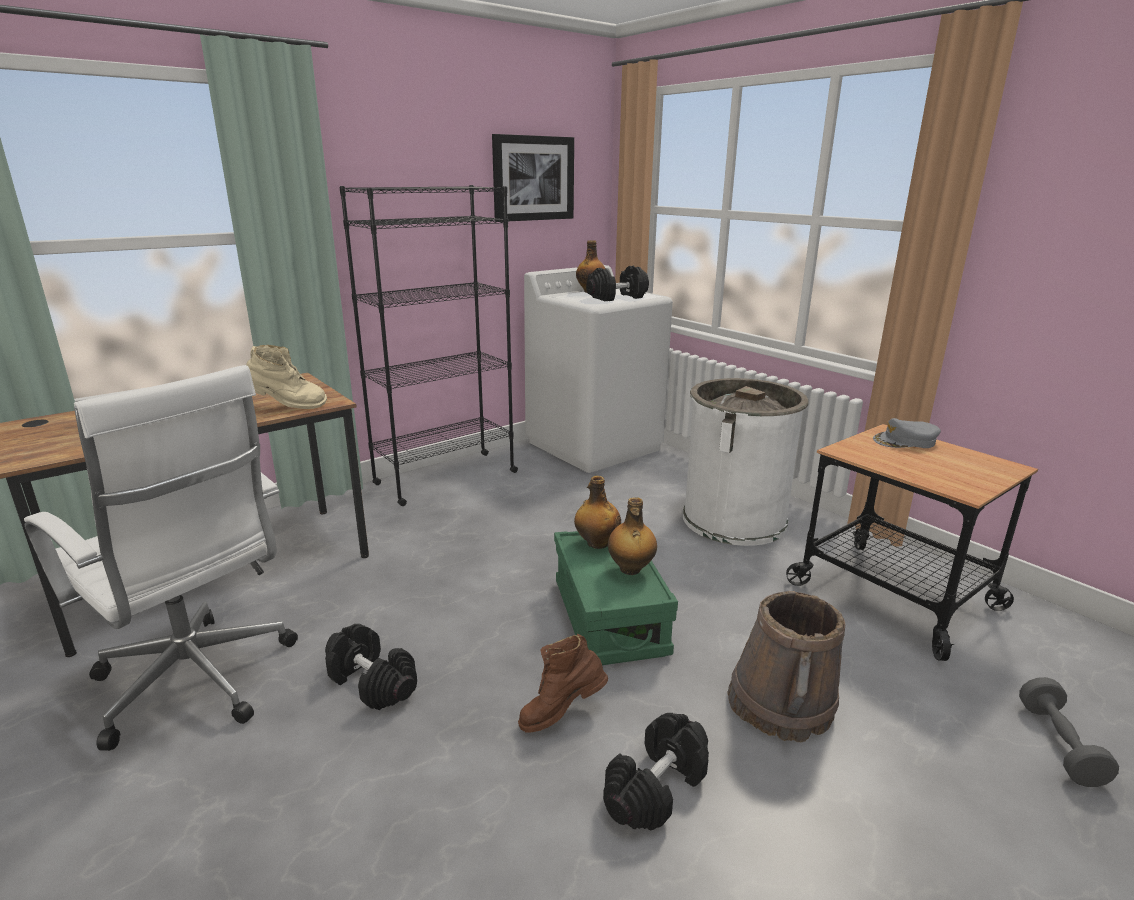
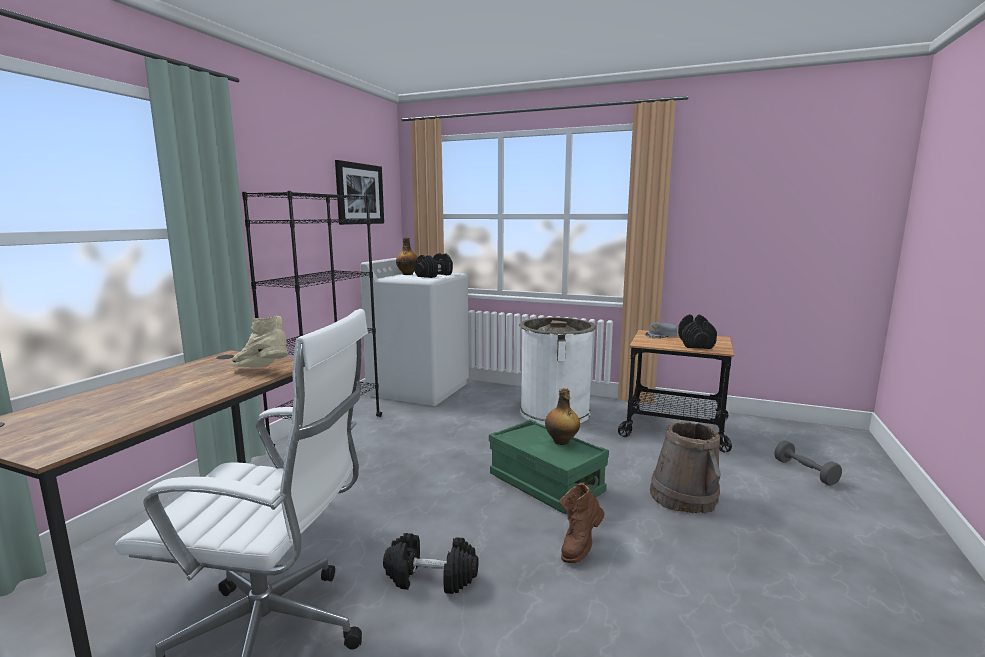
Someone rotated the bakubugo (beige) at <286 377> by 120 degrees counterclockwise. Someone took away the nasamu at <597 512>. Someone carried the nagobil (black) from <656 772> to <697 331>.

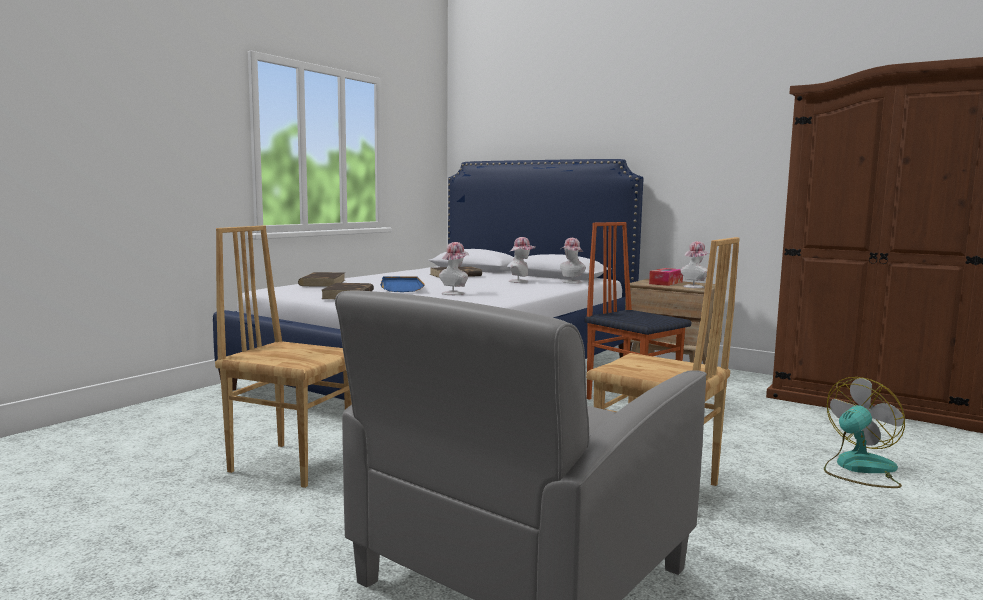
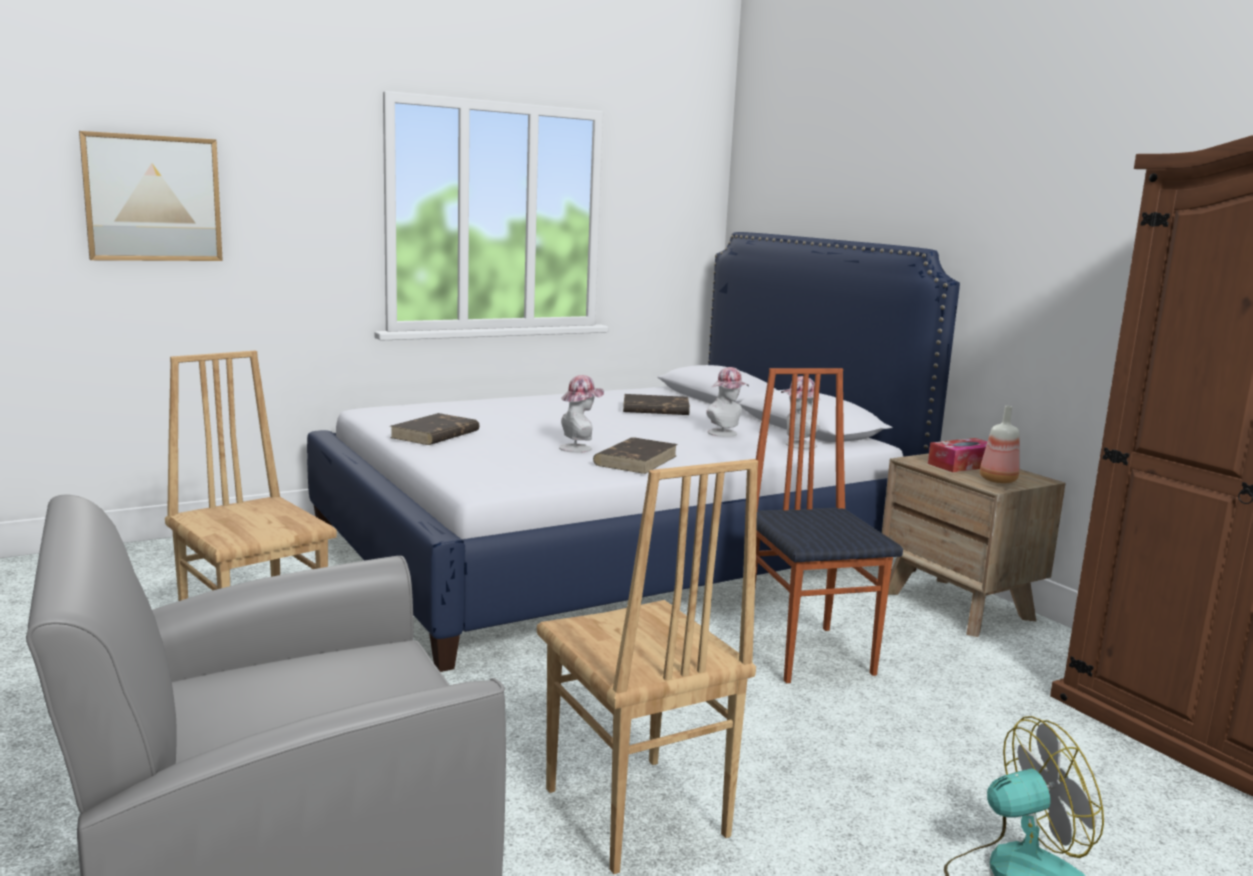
Someone swapped the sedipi at <694 264> for the nasamu at <999 444>. Someone carried the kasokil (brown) from <321 279> to <635 455>. Someone took away the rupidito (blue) at <402 284>. Someone put up the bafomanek at <151 196>.

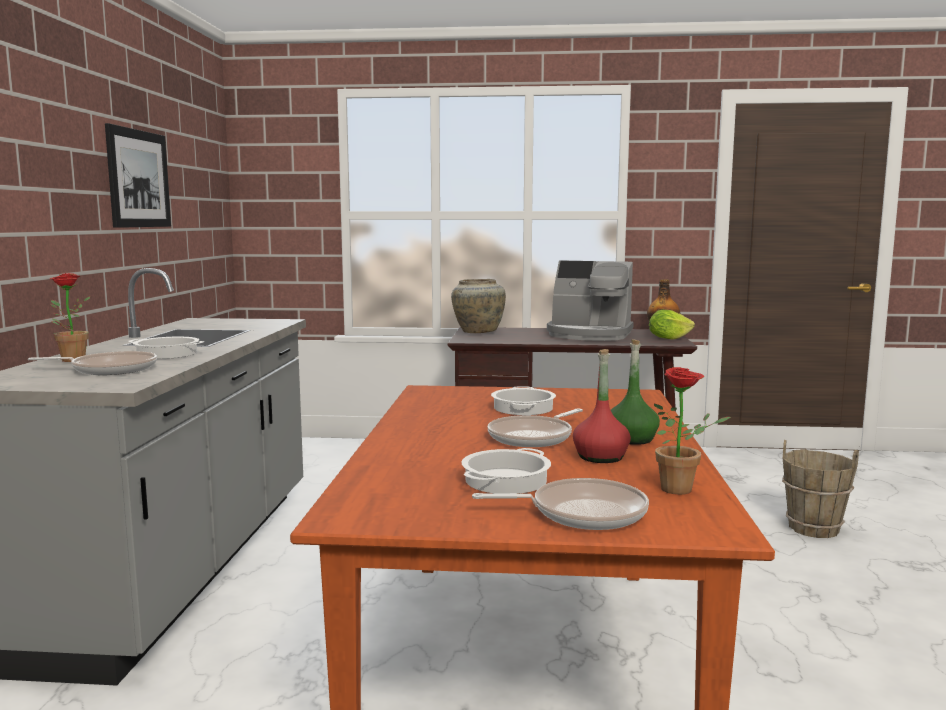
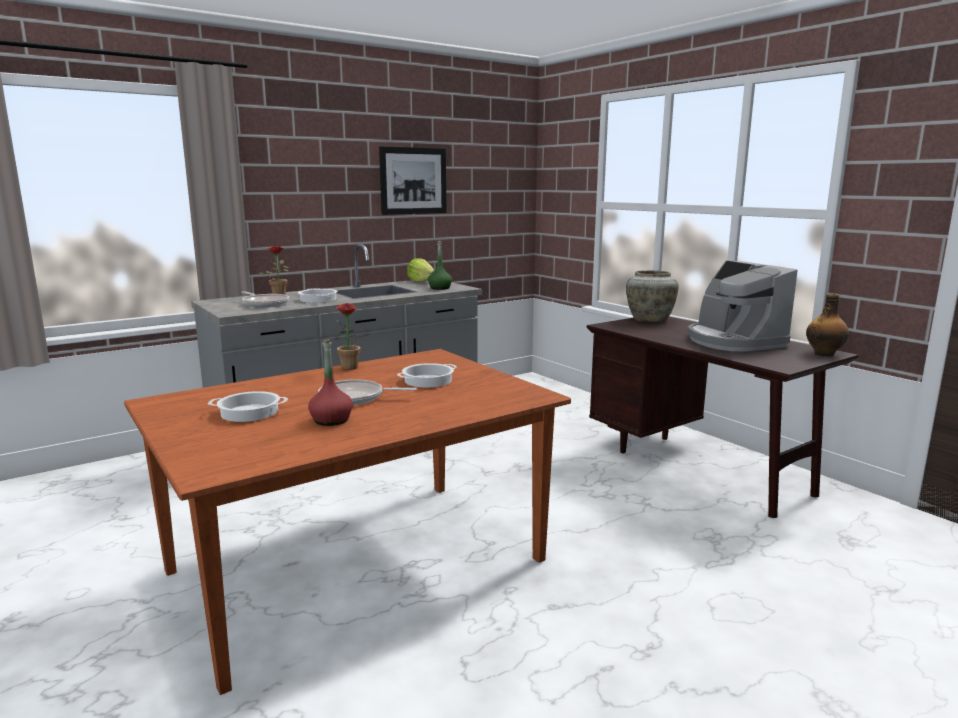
Someone carried the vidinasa from <672 325> to <421 270>. Someone carried the nasamu (green) from <635 392> to <440 265>. Someone carried the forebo from <692 431> to <352 336>. Someone took away the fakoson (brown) at <820 489>. Someone took away the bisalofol at <560 504>.

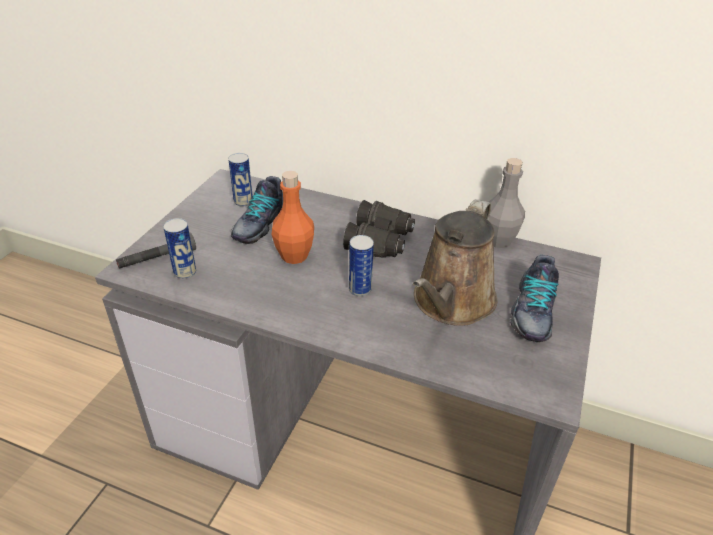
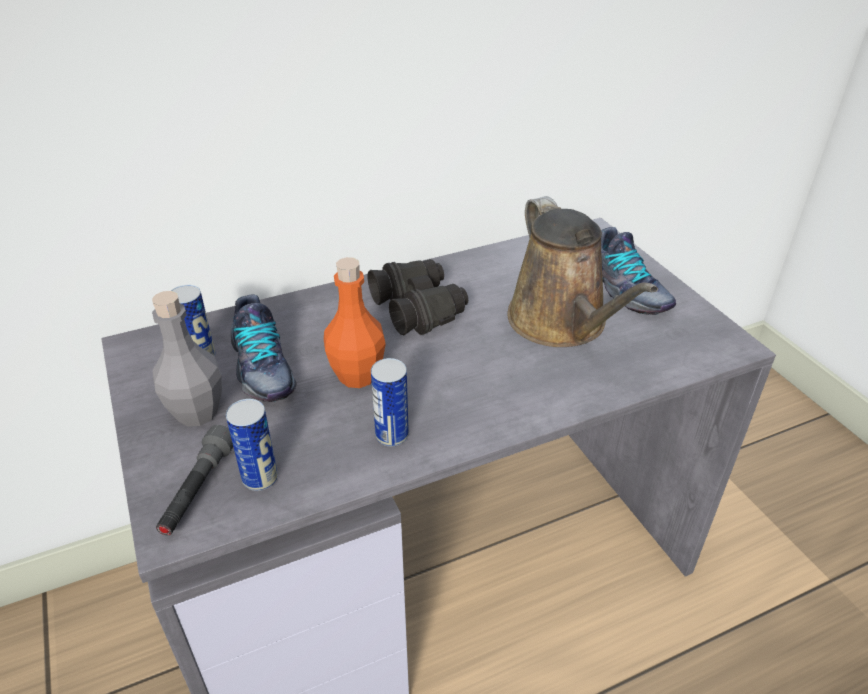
Someone carried the nasamu (grey) from <506 203> to <187 359>. Someone carried the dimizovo from <361 266> to <390 402>.

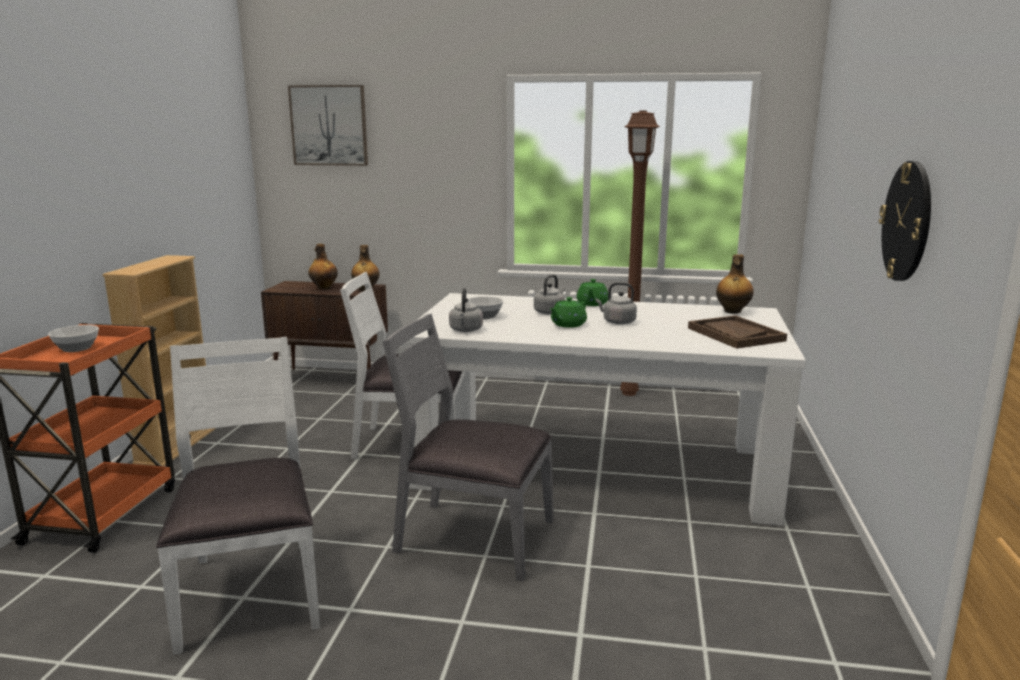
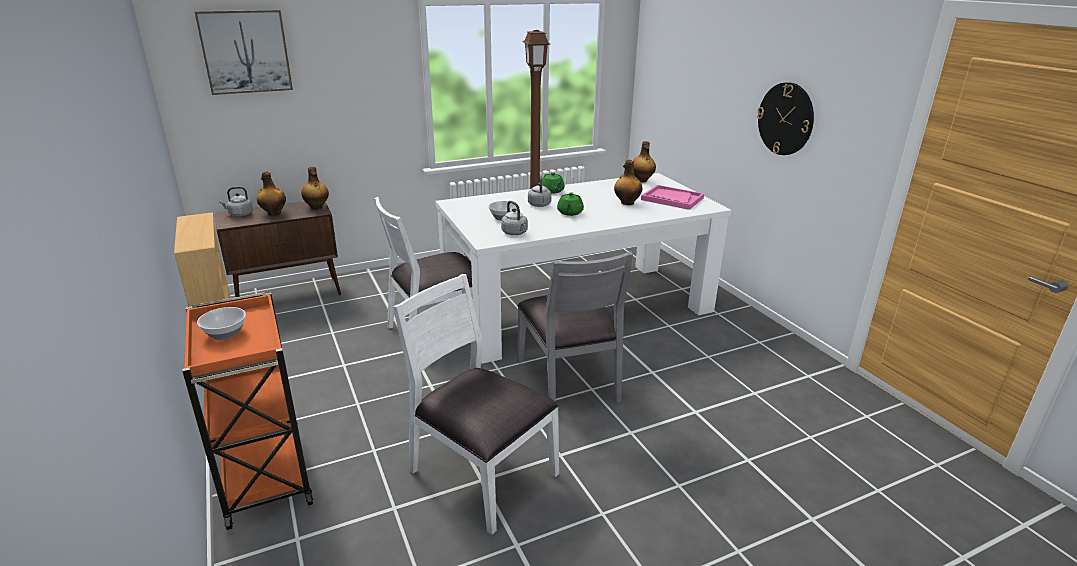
Someone carried the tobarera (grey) from <616 303> to <236 201>. Someone rotated the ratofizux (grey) at <468 447> by 90 degrees counterclockwise. Someone repainted the rupidito (brown) at <737 332>, which became the rupidito (pink) at <672 197>. Someone put down the nasamu at <628 182>.

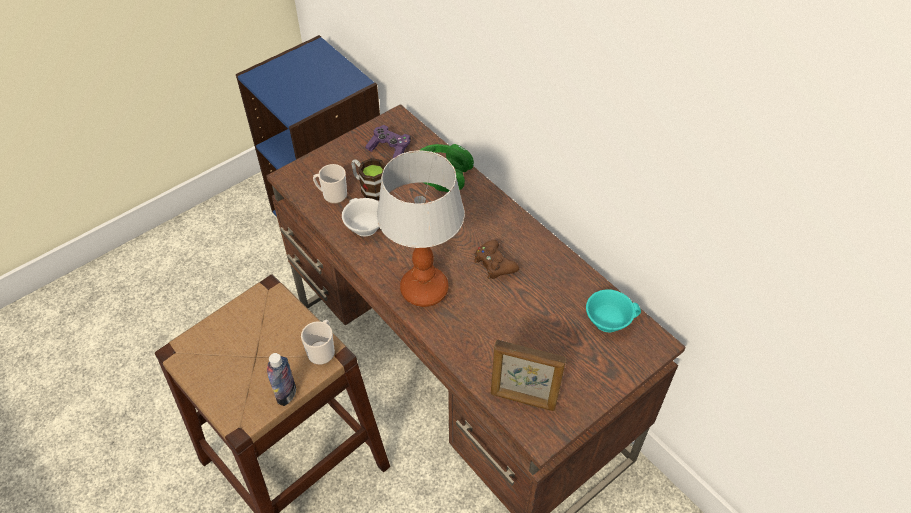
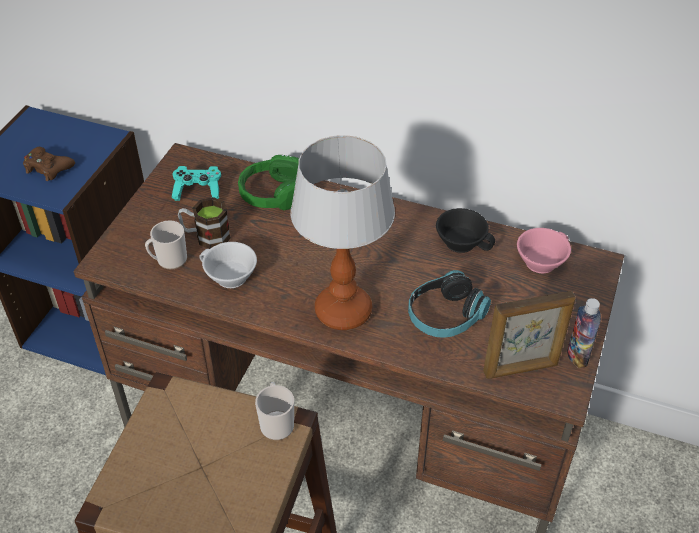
Someone repainted the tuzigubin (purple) at <388 142>, which became the tuzigubin (turquoise) at <196 183>. Someone carried the tuzigubin (brown) from <496 259> to <49 164>. Someone repainted the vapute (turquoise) at <613 310>, which became the vapute (pink) at <544 250>. Someone carried the nasamu from <281 379> to <584 333>. Someone put down the vapute (black) at <465 230>. Someone put down the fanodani at <449 304>.

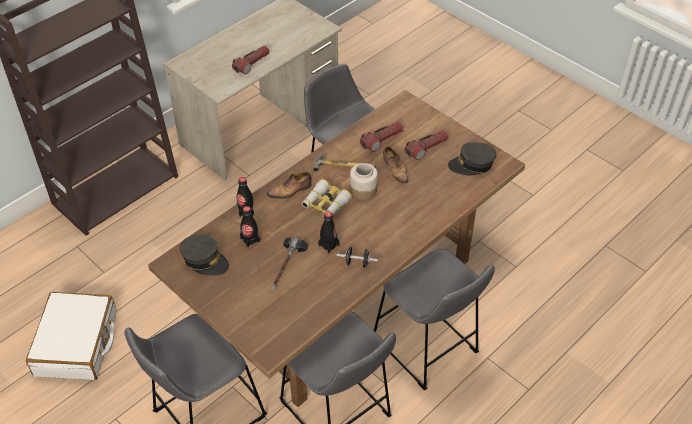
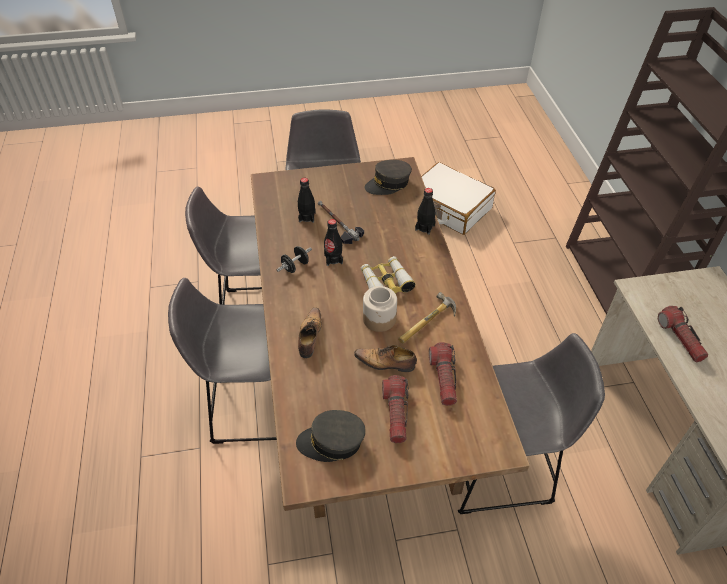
Someone rotated the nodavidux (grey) at <472 159> by 120 degrees counterclockwise. Someone carried the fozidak from <289 185> to <310 333>. Someone carried the nasamu (black) from <250 227> to <307 200>.

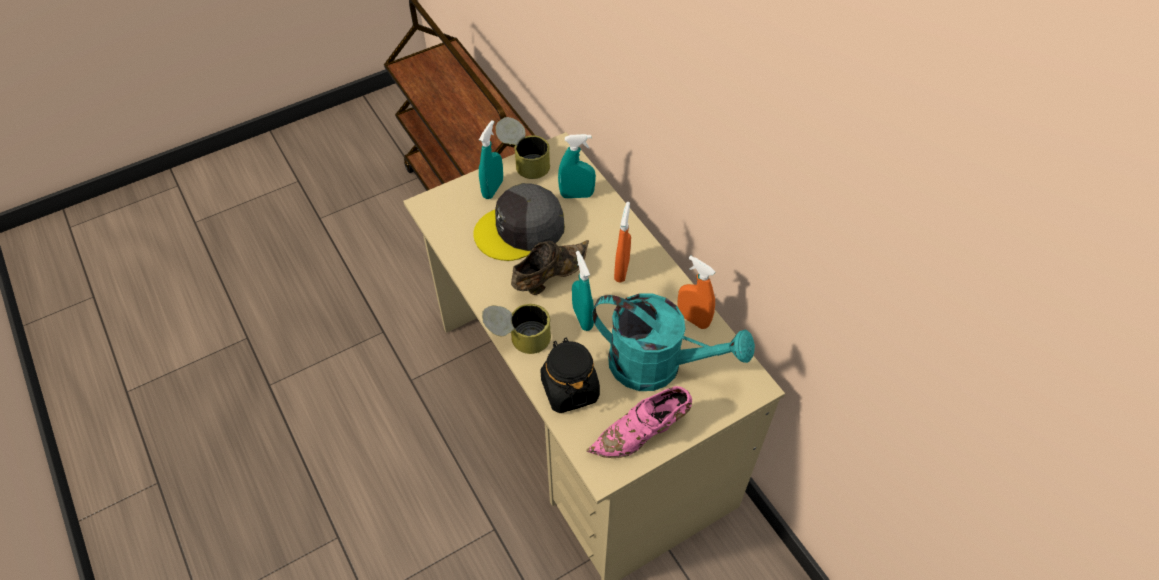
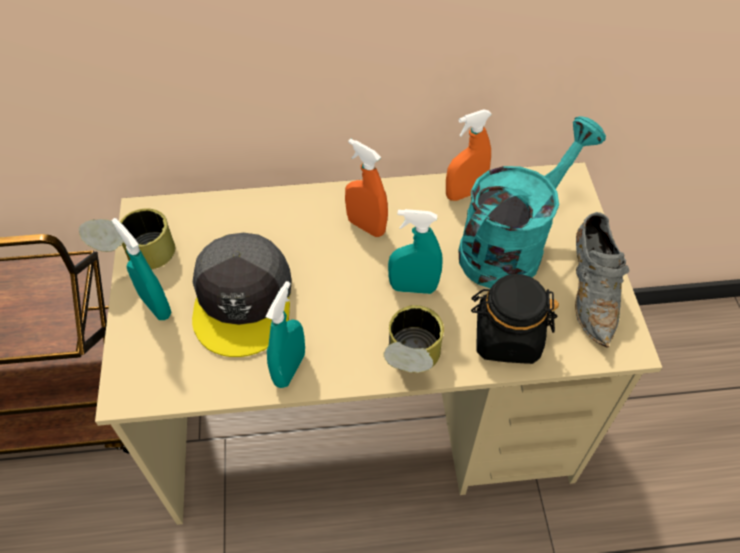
Someone carried the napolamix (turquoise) from <577 166> to <285 334>. Someone took away the fozidak (brown) at <550 267>. Someone repainted the fozidak (pink) at <639 422>, which became the fozidak (grey) at <602 280>.

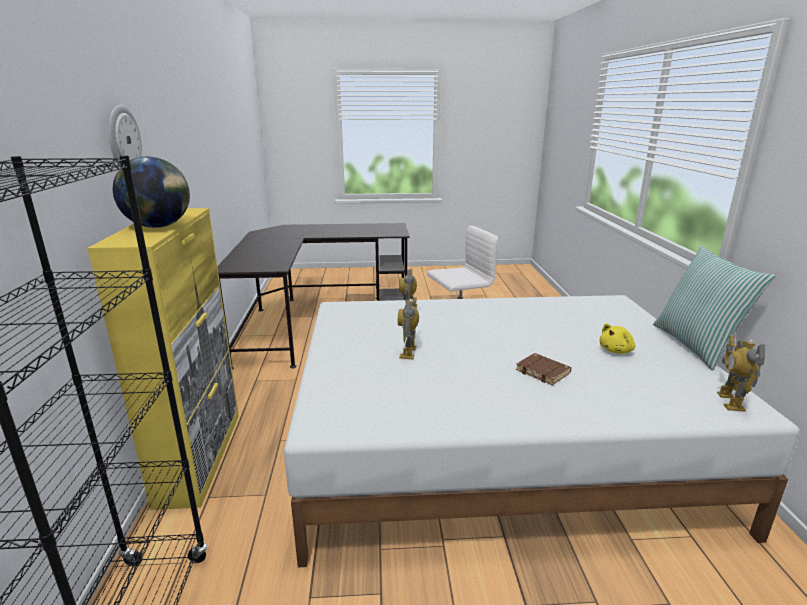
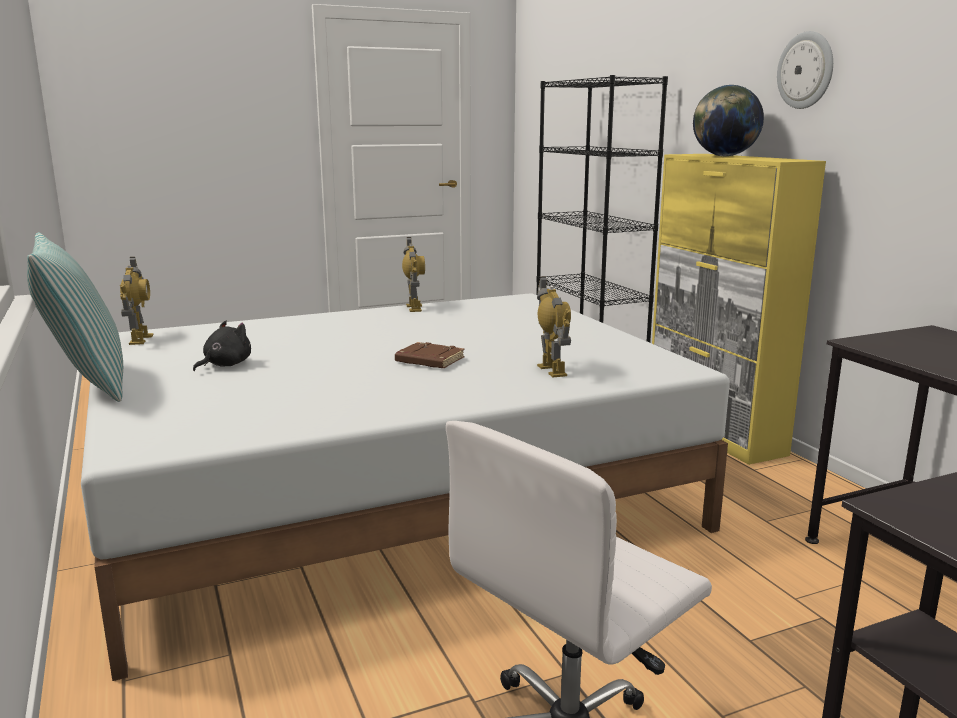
Someone carried the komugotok from <408 328> to <413 274>. Someone repainted the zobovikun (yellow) at <617 338>, which became the zobovikun (black) at <222 346>. Someone carried the kasokil (brown) from <543 369> to <429 355>.

